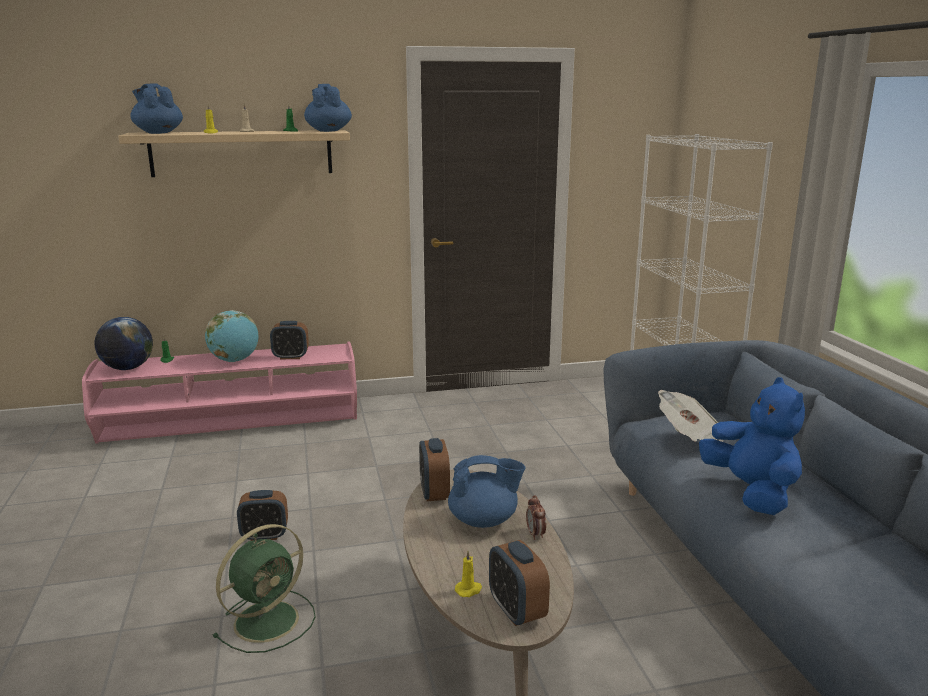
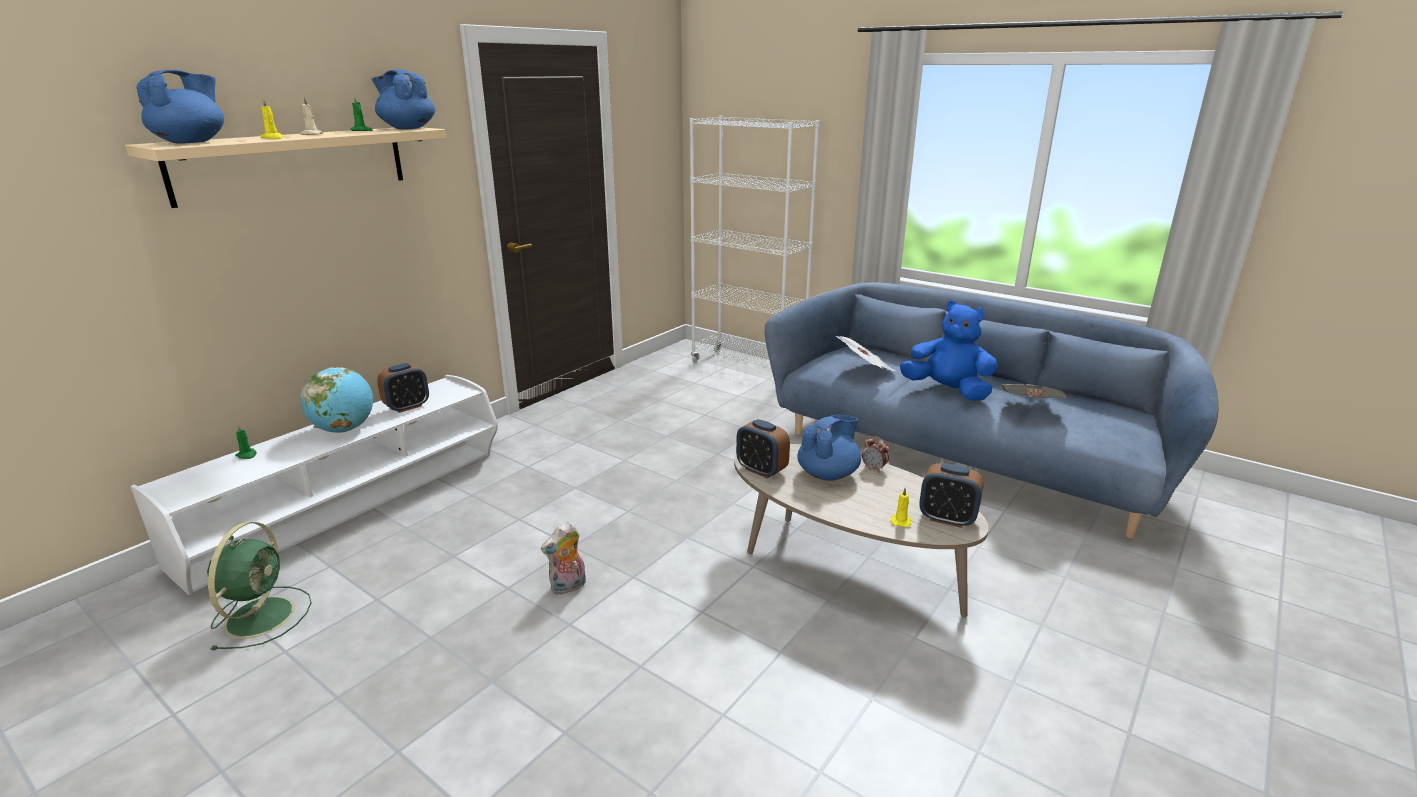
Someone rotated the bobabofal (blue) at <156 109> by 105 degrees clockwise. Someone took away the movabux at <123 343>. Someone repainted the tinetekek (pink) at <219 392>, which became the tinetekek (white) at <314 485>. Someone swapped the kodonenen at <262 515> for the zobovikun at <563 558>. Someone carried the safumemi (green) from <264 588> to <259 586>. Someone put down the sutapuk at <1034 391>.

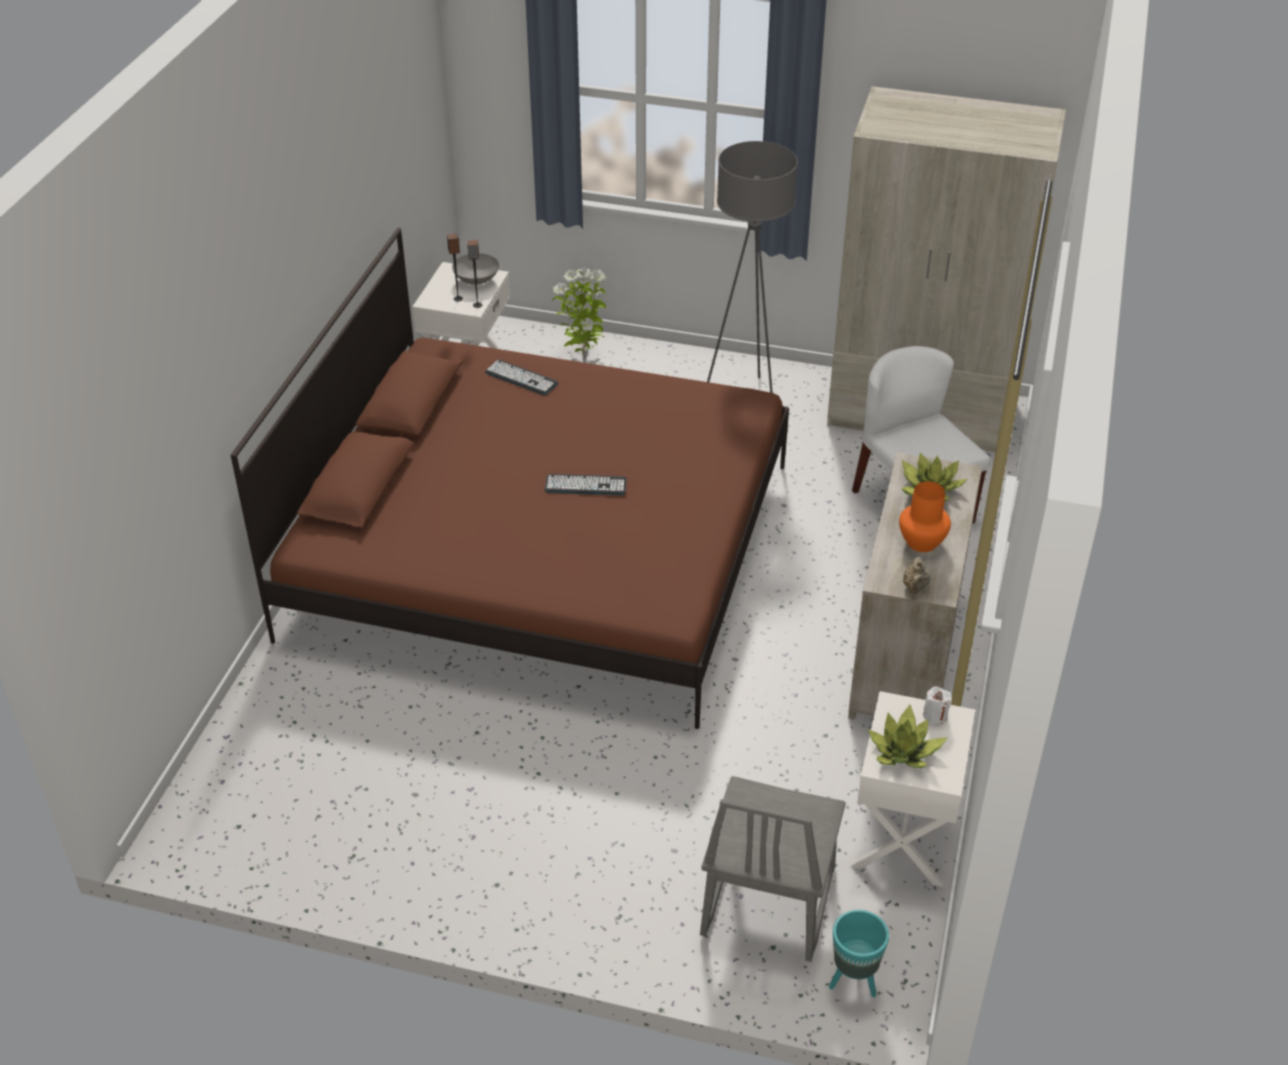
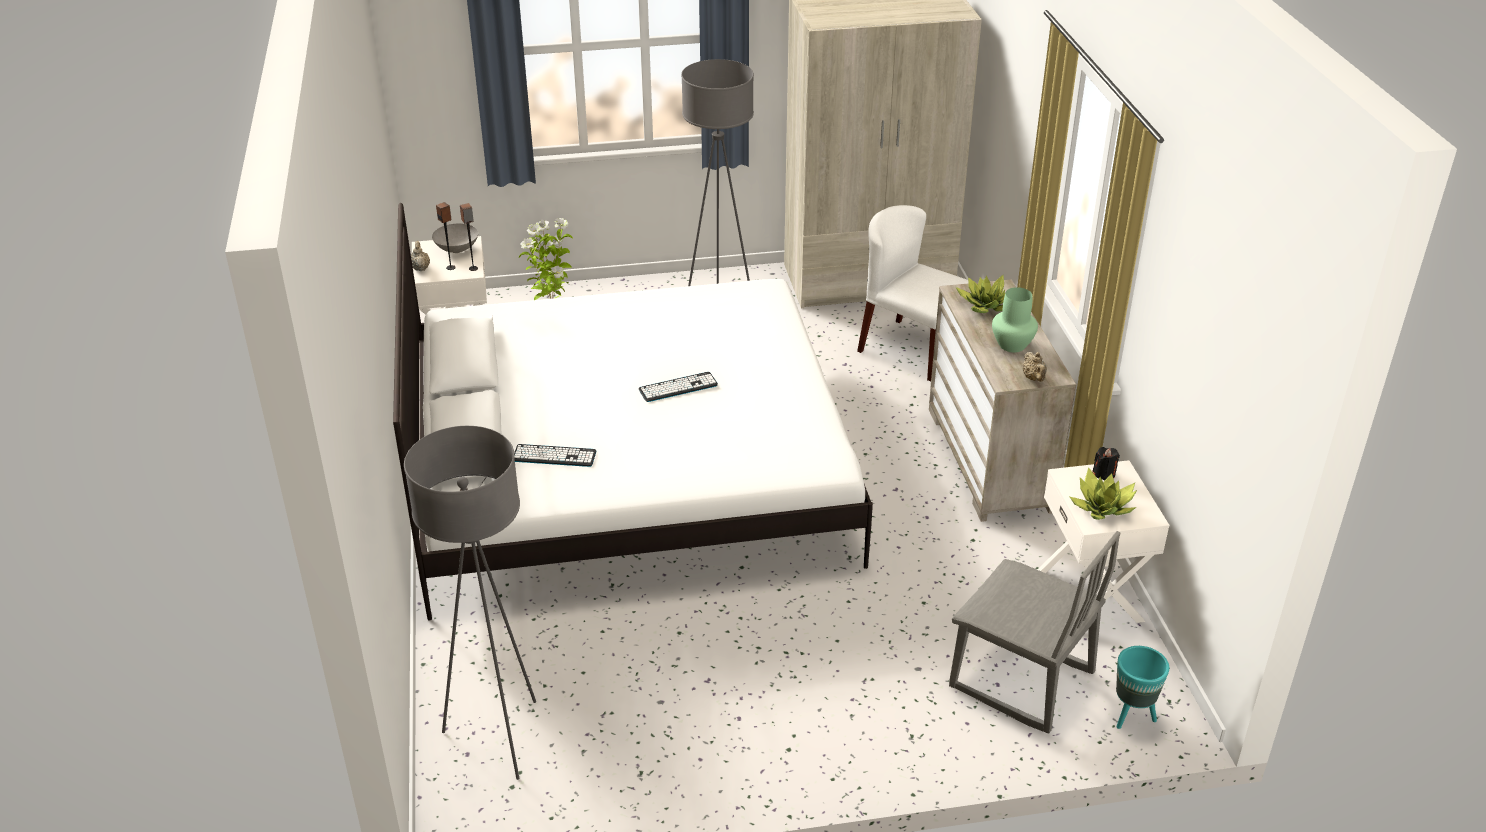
Someone repainted the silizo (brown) at <510 478>, which became the silizo (white) at <633 412>. Someone carried the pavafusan from <521 377> to <555 455>. Someone repainted the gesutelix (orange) at <925 516>, which became the gesutelix (green) at <1015 319>. Someone repainted the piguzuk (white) at <937 706>, which became the piguzuk (black) at <1106 463>. Someone rotated the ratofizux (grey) at <773 869> by 45 degrees counterclockwise. Someone put down the bobabofal (beige) at <420 256>. Someone put down the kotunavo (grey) at <470 603>.

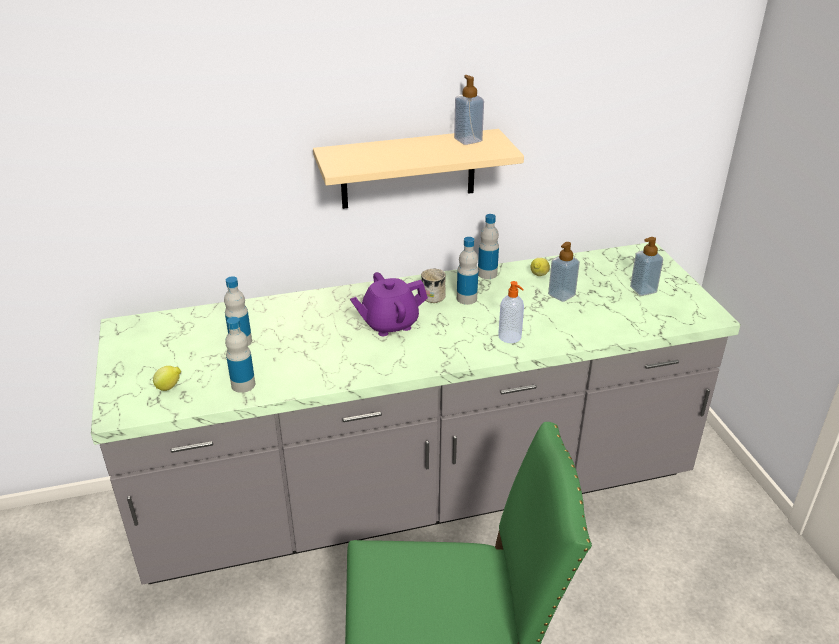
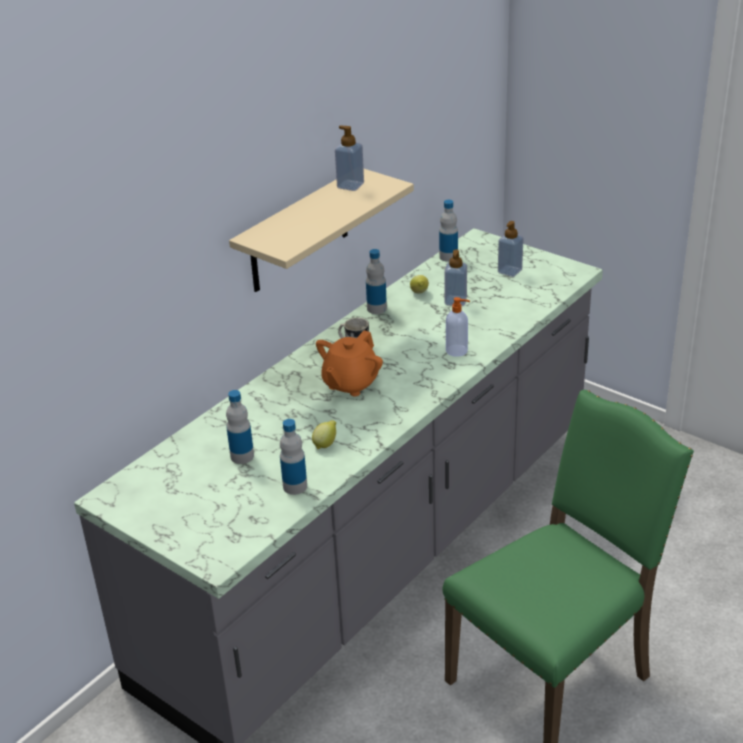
Someone carried the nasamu from <467 271> to <448 231>. Someone repainted the bobabofal (purple) at <389 304>, which became the bobabofal (orange) at <349 363>. Someone carried the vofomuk from <167 378> to <324 434>.

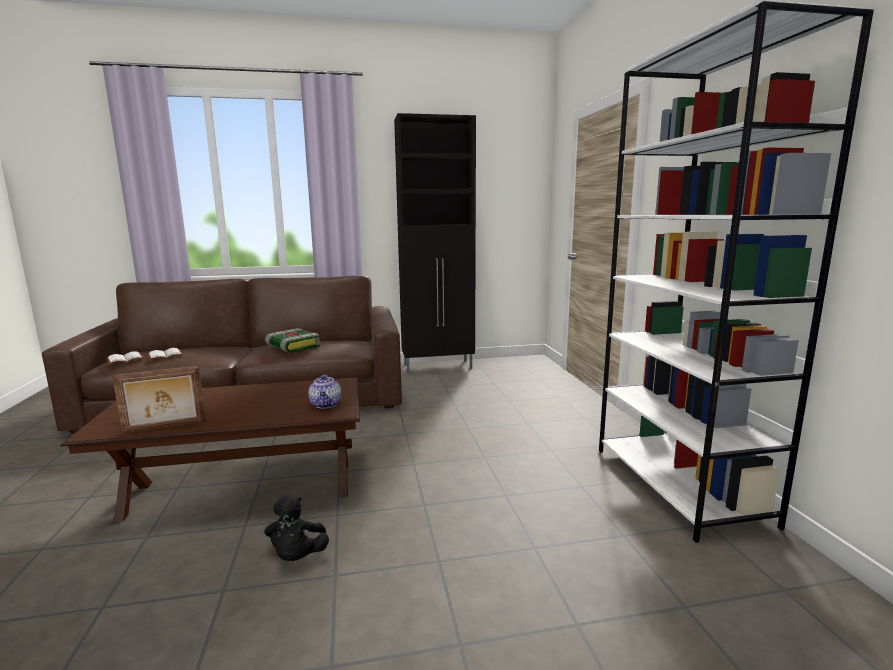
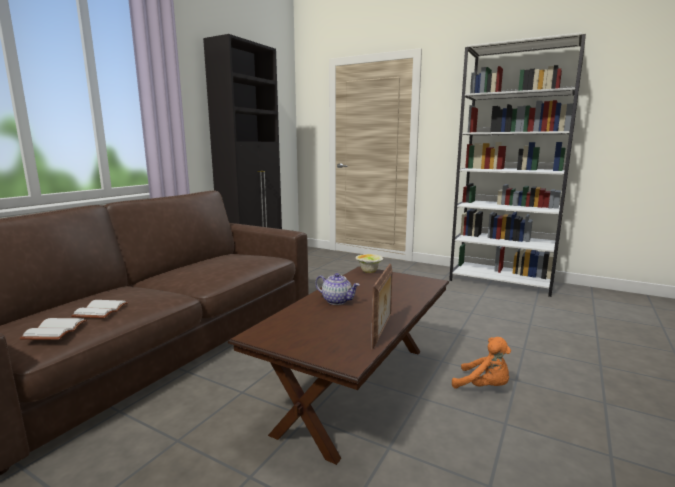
Someone took away the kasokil at <292 340>. Someone carried the bobabofal from <324 391> to <337 289>. Someone repainted the zobovikun (black) at <296 528>, which became the zobovikun (orange) at <481 363>. Someone put down the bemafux at <369 263>.

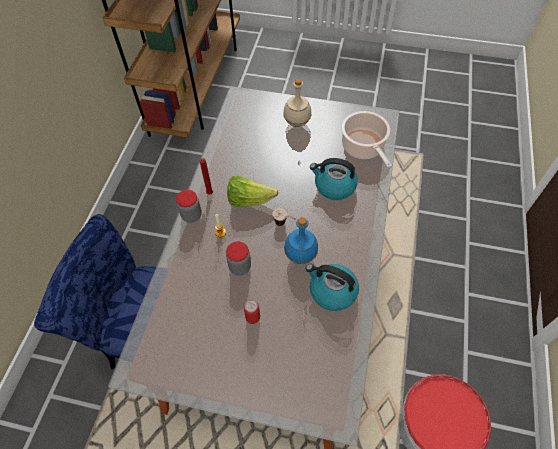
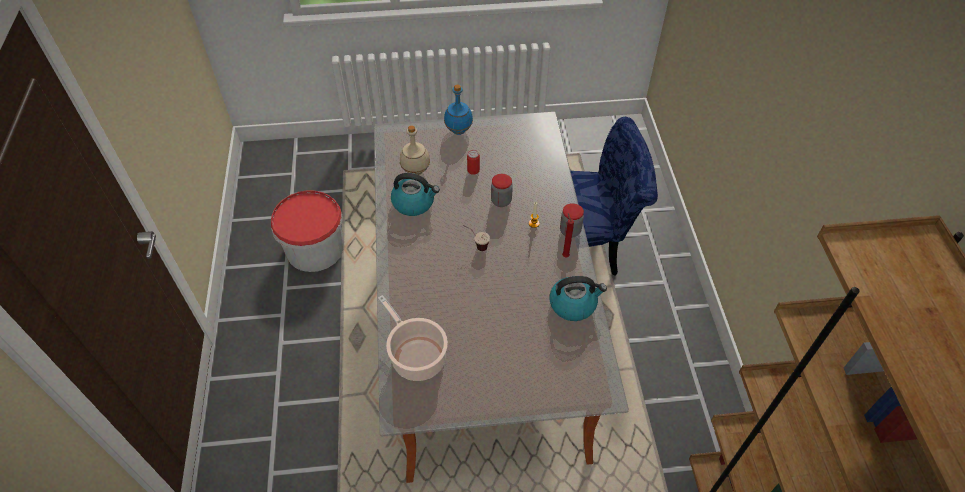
Someone carried the nasamu (beige) from <297 103> to <415 150>. Someone carried the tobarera from <334 179> to <578 298>. Someone took away the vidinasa at <253 191>. Someone carried the nasamu (blue) from <301 240> to <458 110>.

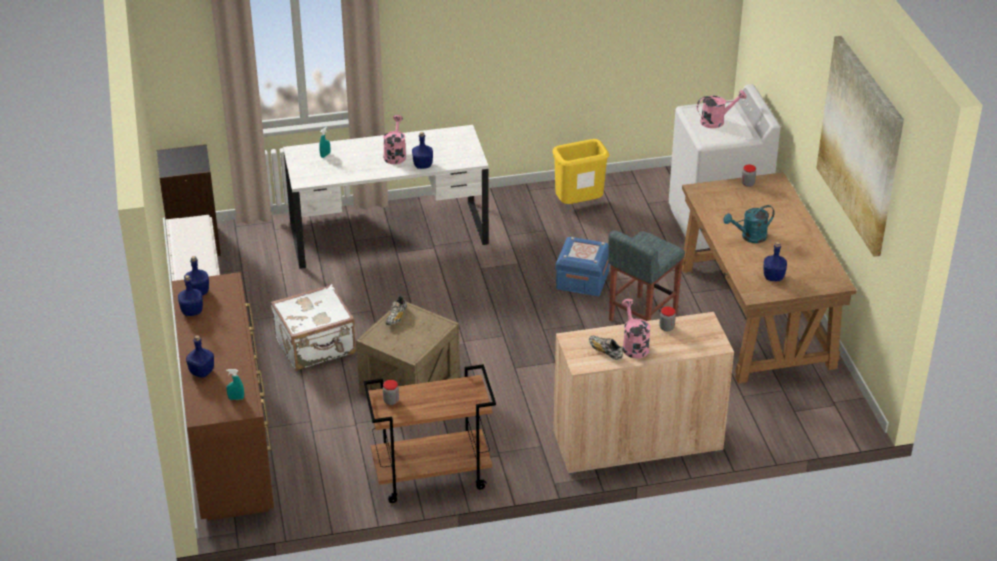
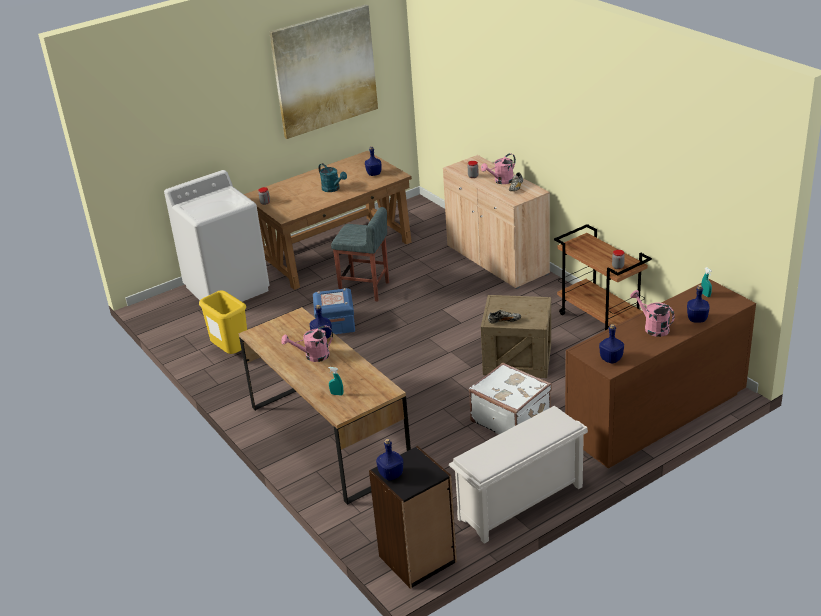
Someone carried the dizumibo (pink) from <722 109> to <652 313>. Someone repainted the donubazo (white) at <386 197>, which became the donubazo (brown) at <324 406>. Someone carried the nasamu (blue) from <190 295> to <389 459>.

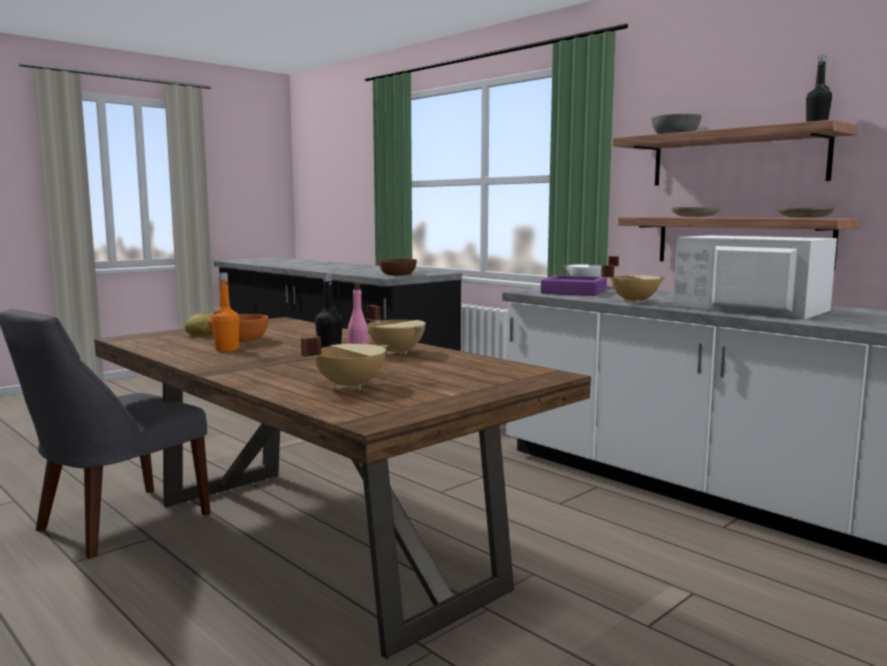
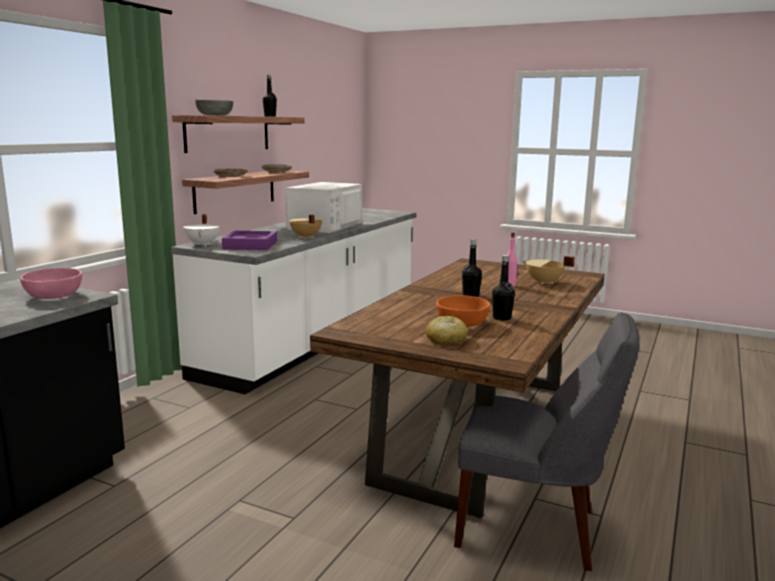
Someone repainted the bemafux (brown) at <398 267>, which became the bemafux (pink) at <51 283>. Someone repainted the nasamu (orange) at <225 312>, which became the nasamu (black) at <503 288>. Someone took away the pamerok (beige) at <396 329>.

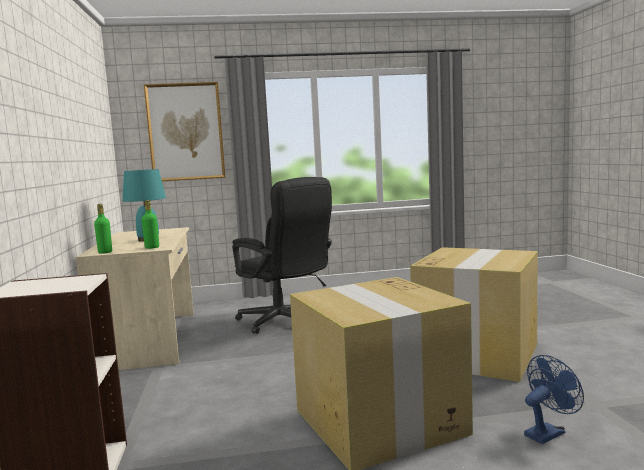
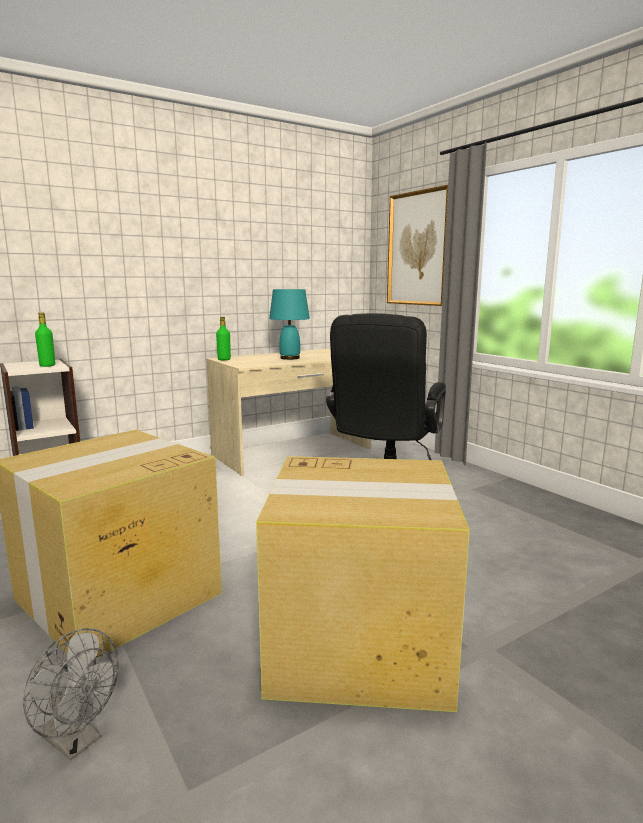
Someone carried the nasamu (green) from <150 224> to <45 339>. Someone repainted the safumemi (blue) at <554 399>, which became the safumemi (grey) at <71 694>.

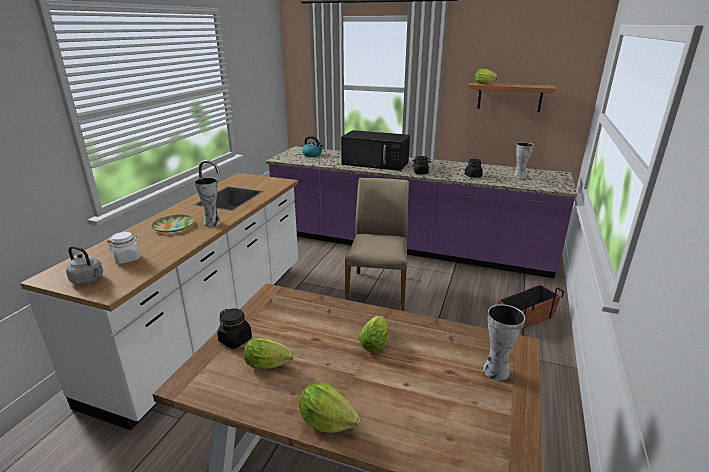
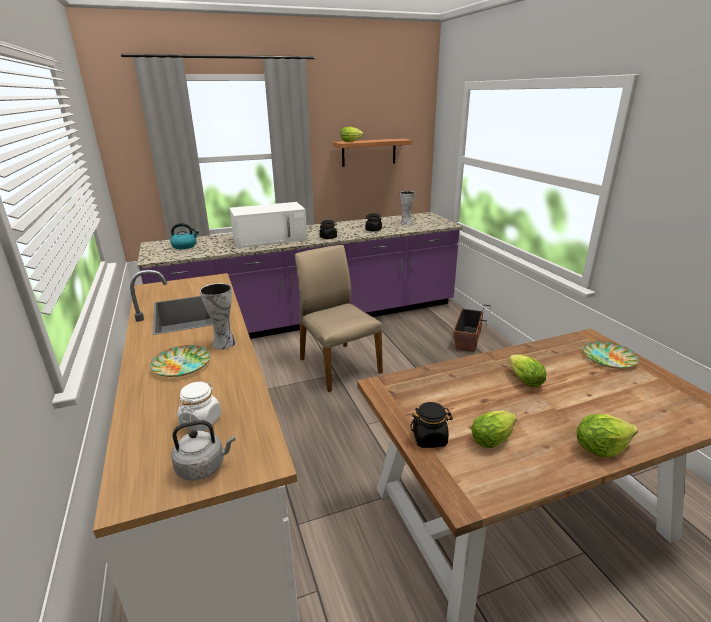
Someone repainted the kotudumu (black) at <375 150>, which became the kotudumu (white) at <268 225>. Someone swapped the gesutelix at <504 342> for the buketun at <611 355>.

